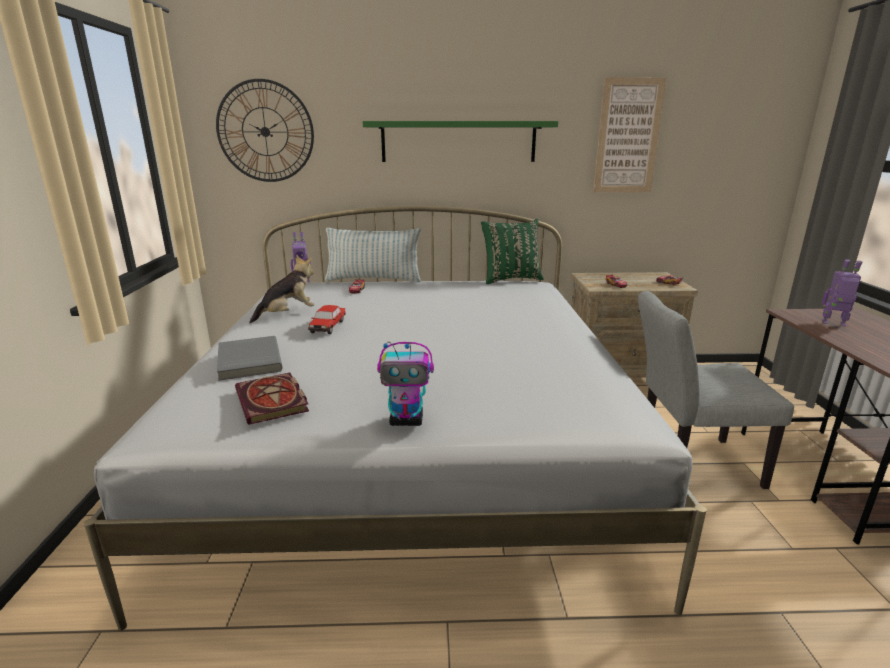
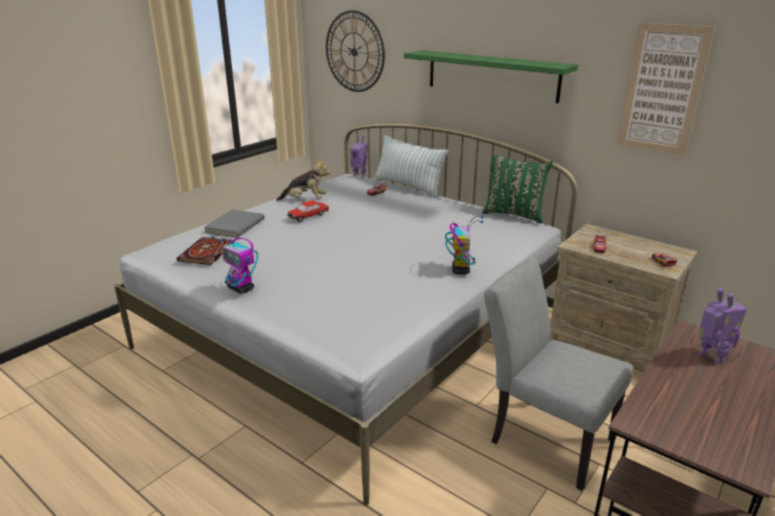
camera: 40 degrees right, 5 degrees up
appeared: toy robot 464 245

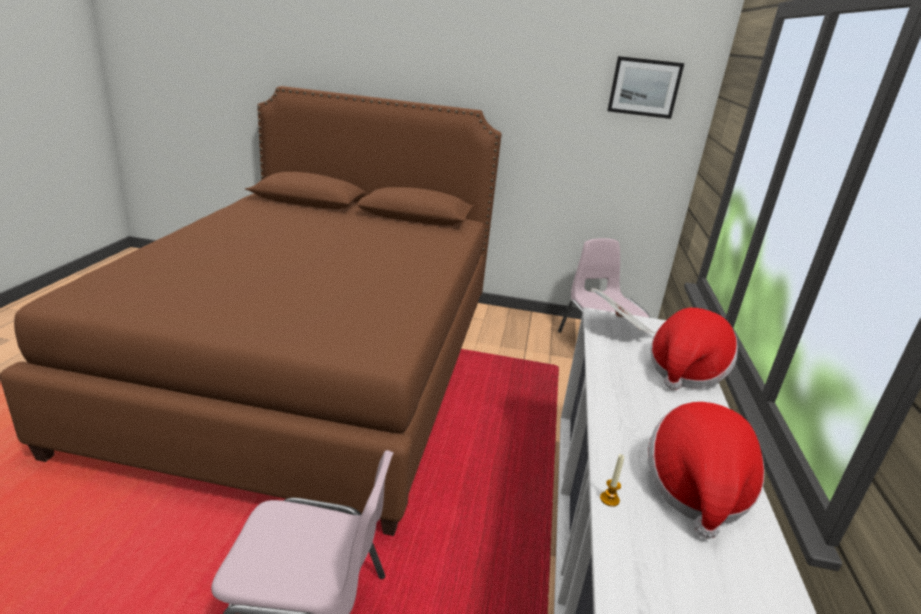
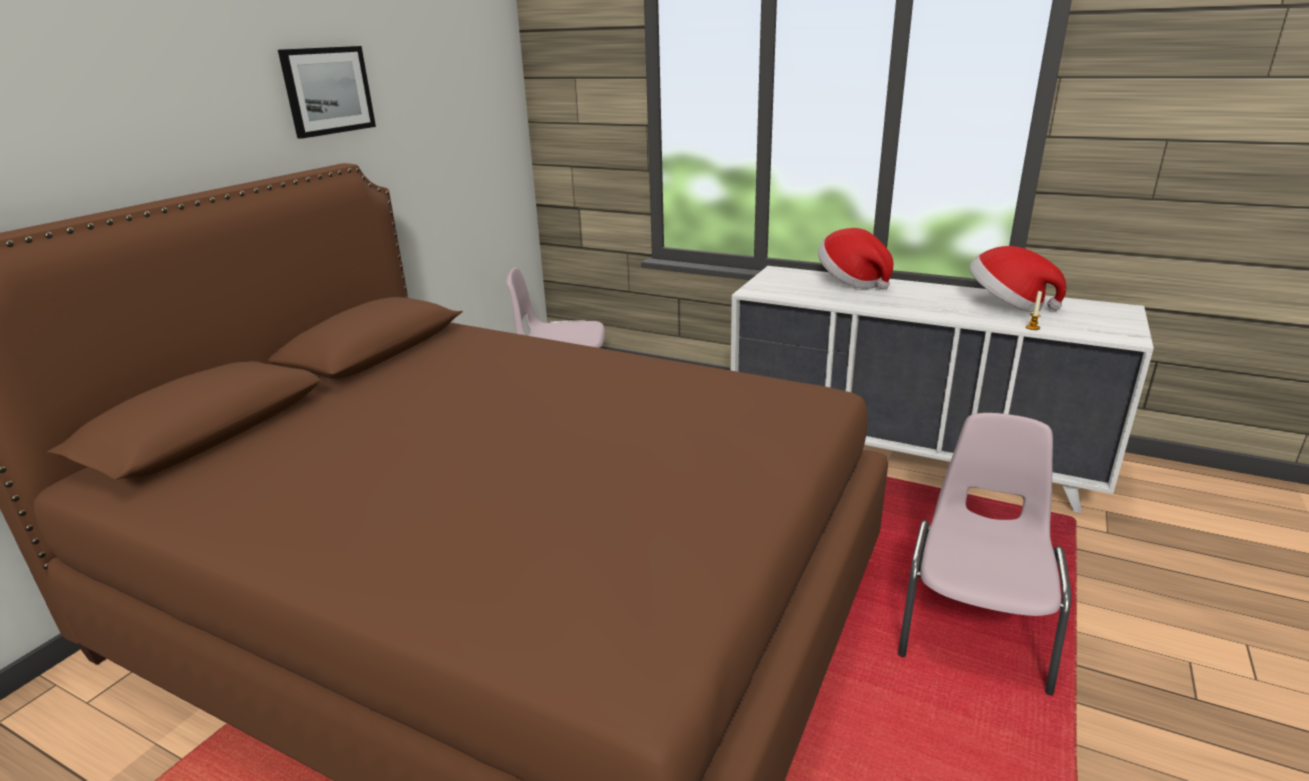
camera: 70 degrees left, 0 degrees up
missing: newspaper 623 311
relocated: picture 645 87 to 327 92

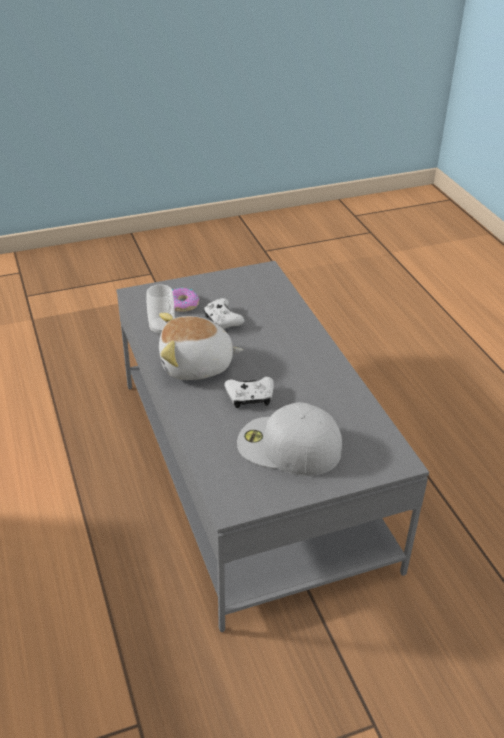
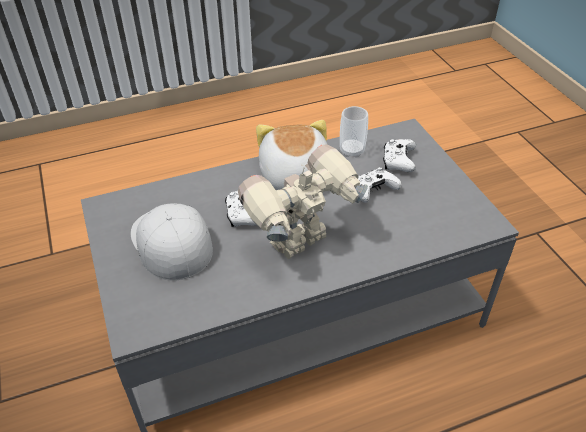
camera: 90 degrees right, 5 degrees up
appeared: toy robot 303 201
exchanged: donut 185 300 to game controller/white 399 155
spun: cap/white 289 439 = 172 242 45 degrees counterclockwise

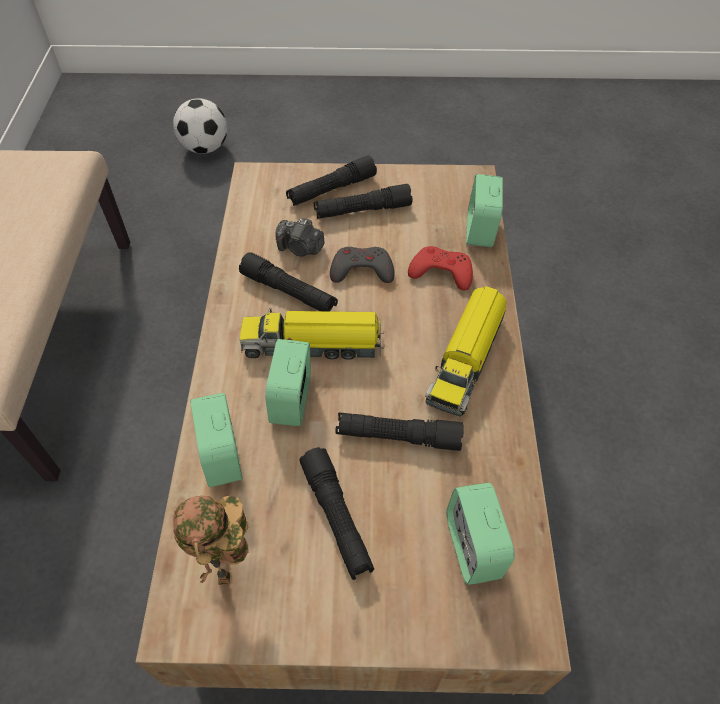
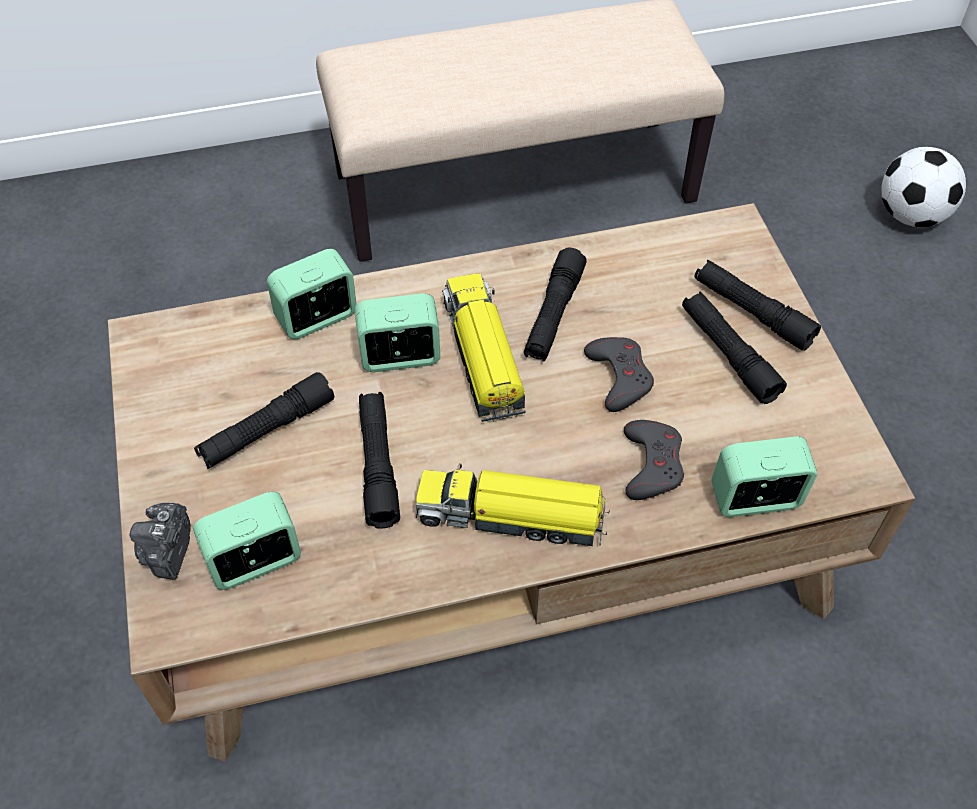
camera: 75 degrees right, 0 degrees up
missing: toy robot 211 540
relocated: photo camera 299 237 to 160 541
colour: game controller/red 440 268 to game controller/grey 654 460

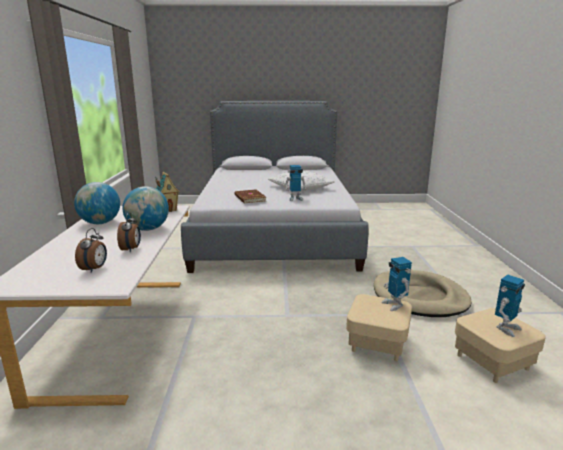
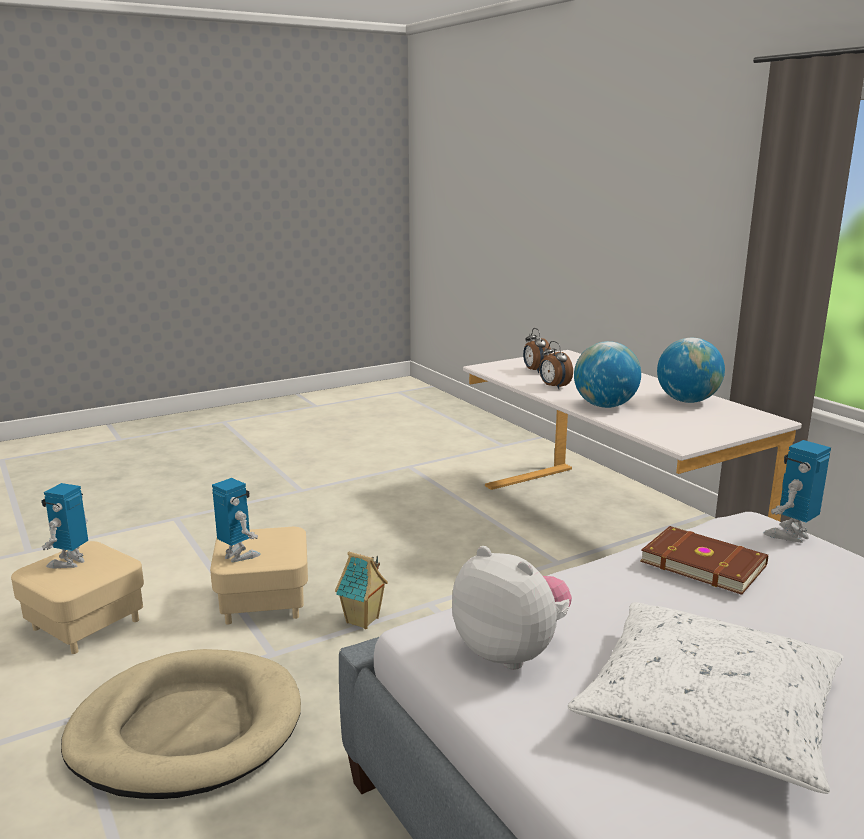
camera: 150 degrees right, 0 degrees up
appeared: plush toy 512 608
relocated: toy house 168 192 to 361 590; toy robot 295 183 to 797 491

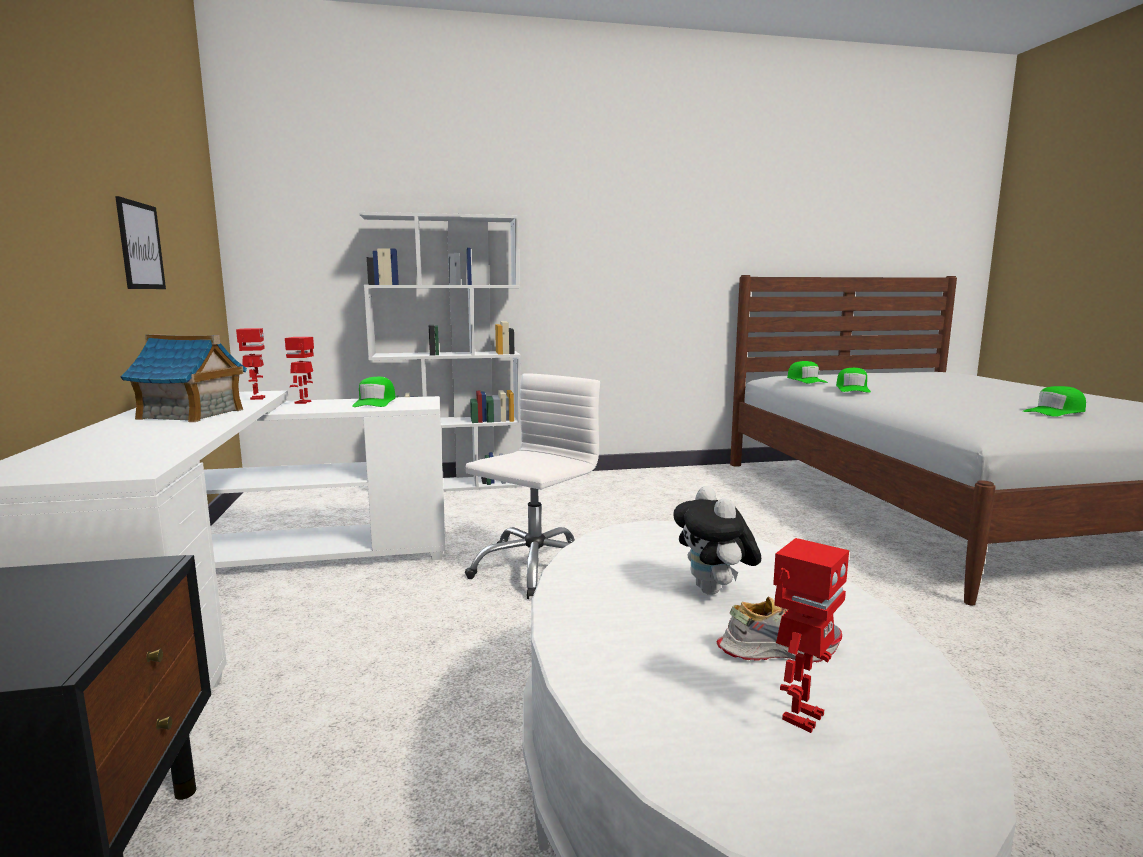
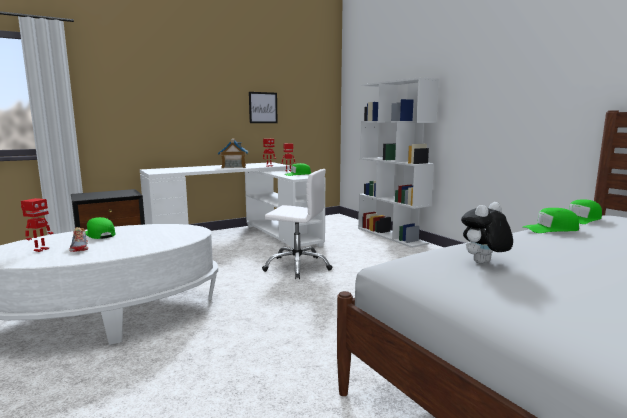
camera: 70 degrees right, 0 degrees up
relocated: plush toy 717 540 to 487 232; cap/green 1054 401 to 100 228
spun: toy robot 811 635 = 37 225 90 degrees counterclockwise

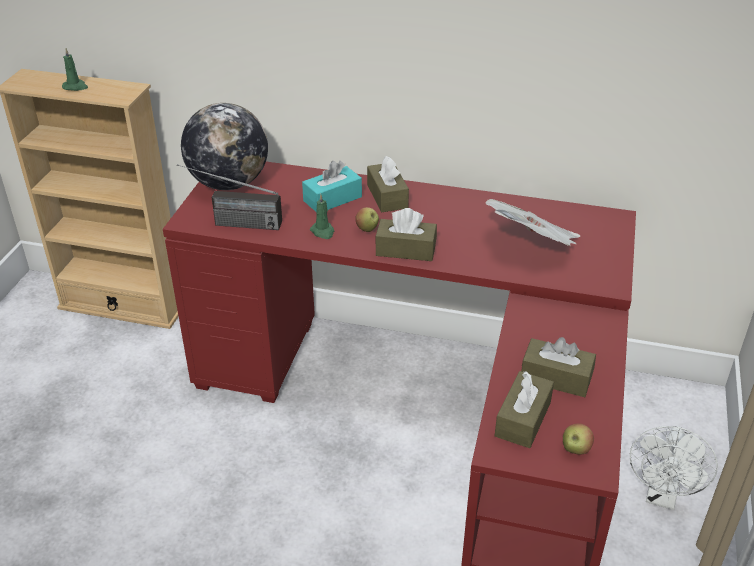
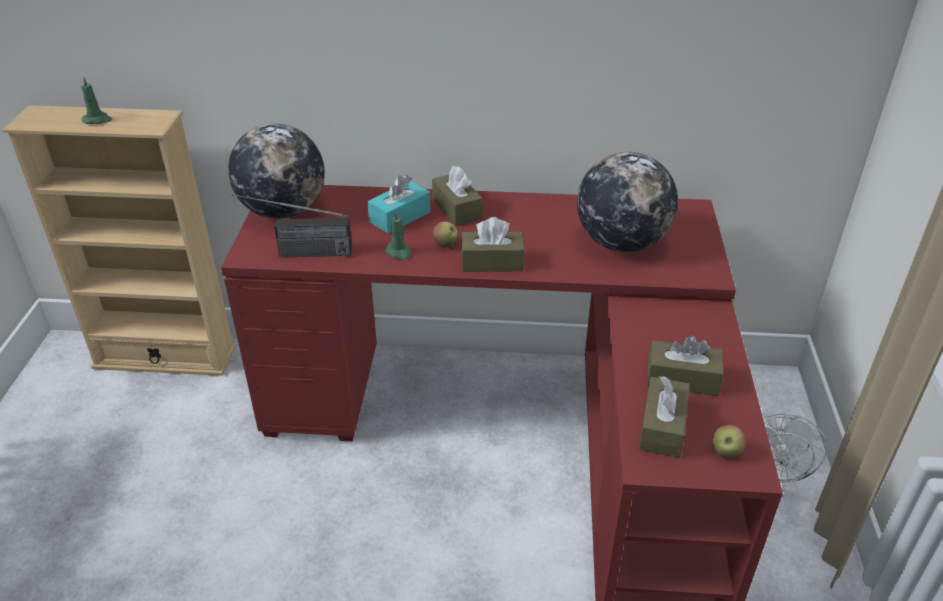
camera: 10 degrees left, 0 degrees up
exchanged: newspaper 532 222 to globe 627 202

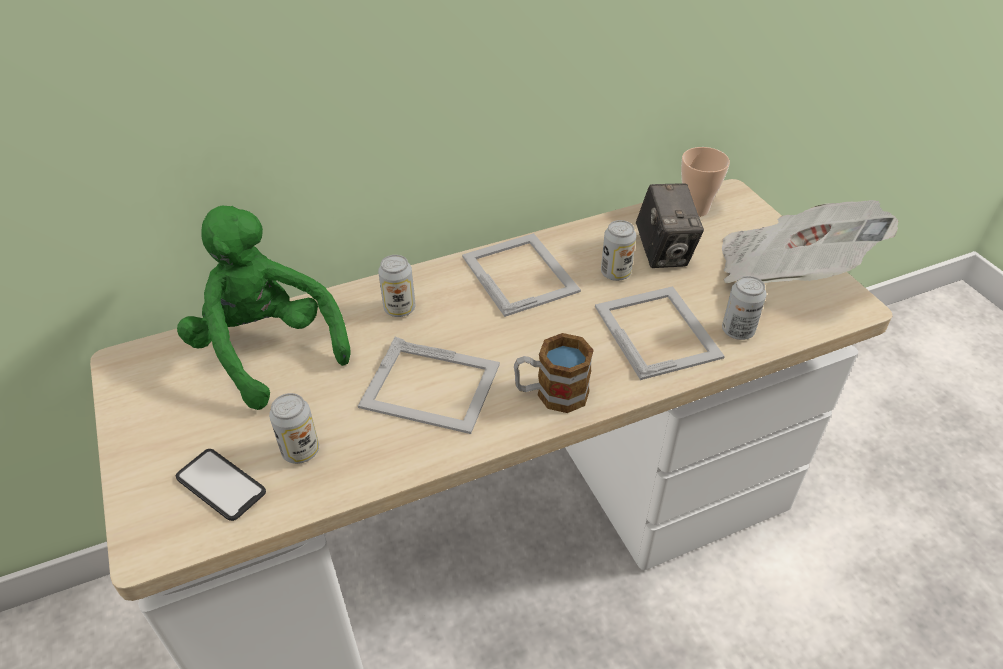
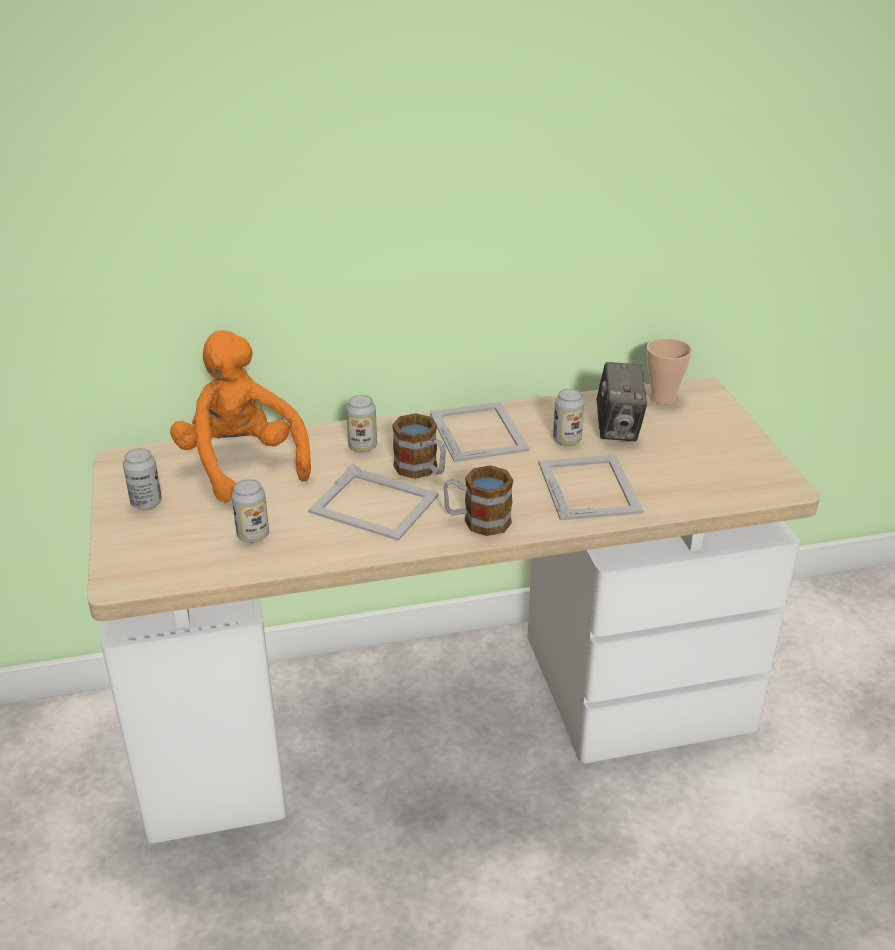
camera: 10 degrees right, 10 degrees down
missing: phone 221 485; newspaper 810 241
appeared: mug 419 446
relocated: can 744 308 to 142 479
colour: plush toy/green 264 307 to plush toy/orange 240 416

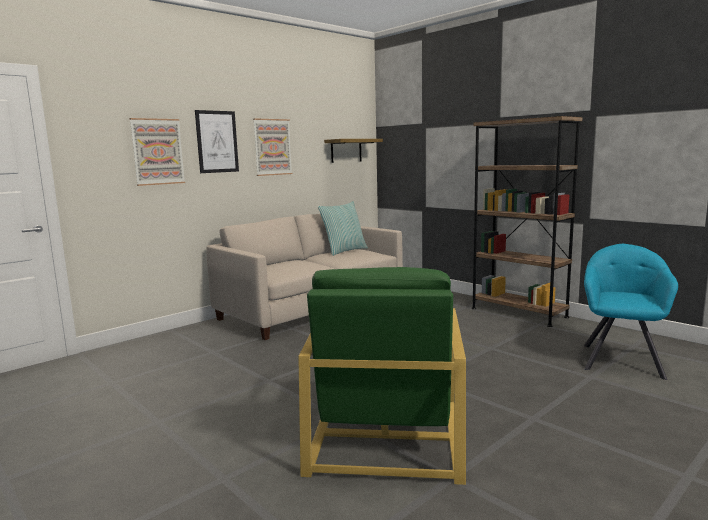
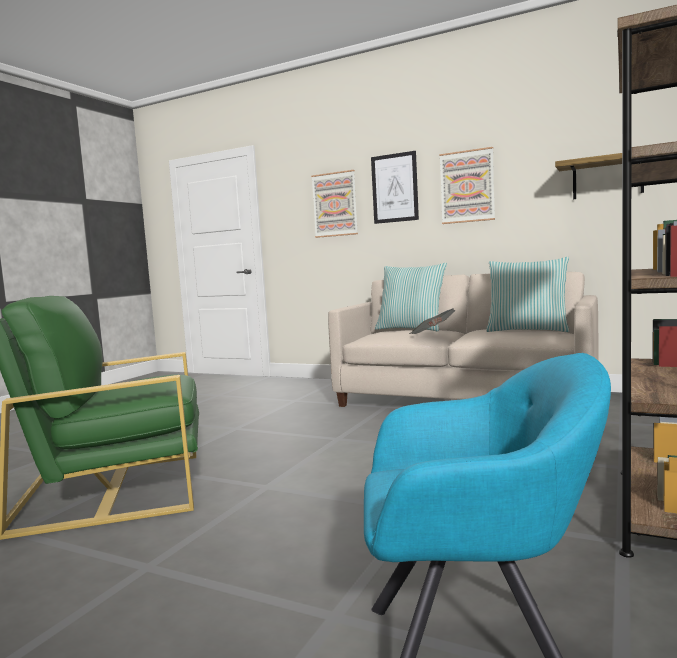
camera: 70 degrees right, 5 degrees down
appeared: pillow 411 297; newspaper 432 321

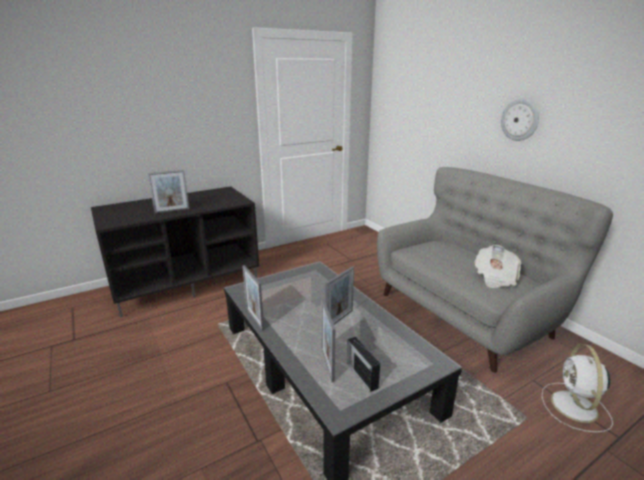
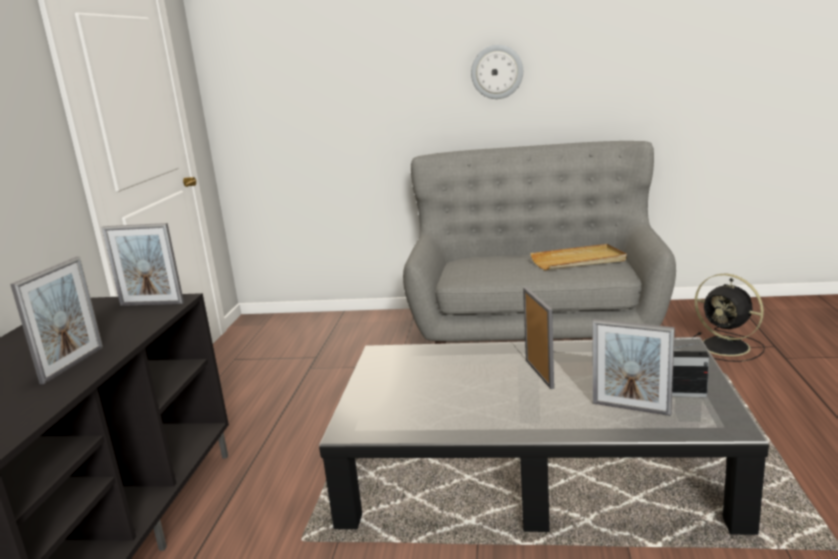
camera: 50 degrees left, 5 degrees down
relocated: picture frame 253 298 to 143 264
exchanged: newspaper 498 266 to tray/beige 578 257
colour: fan/white 577 388 to fan/black 729 318

